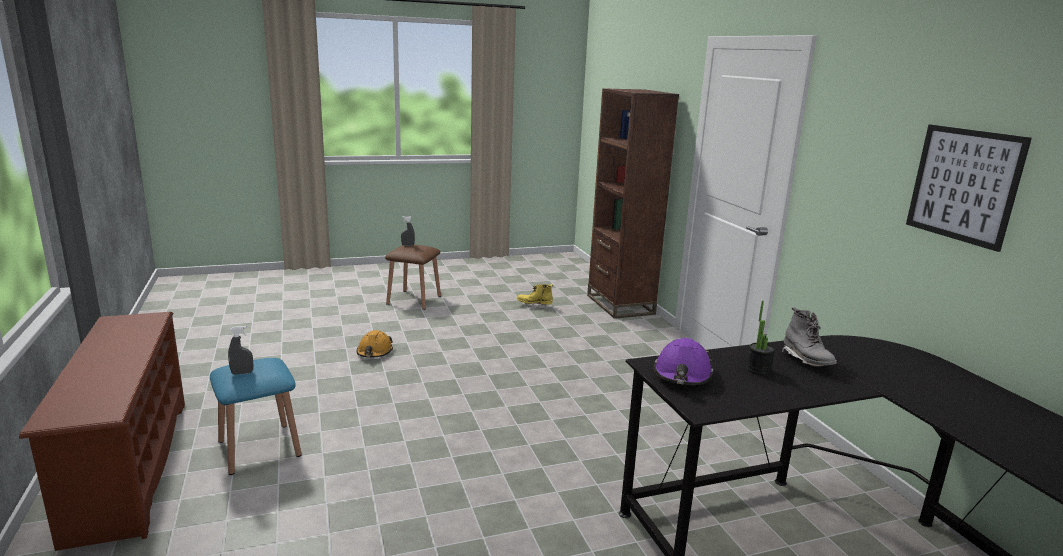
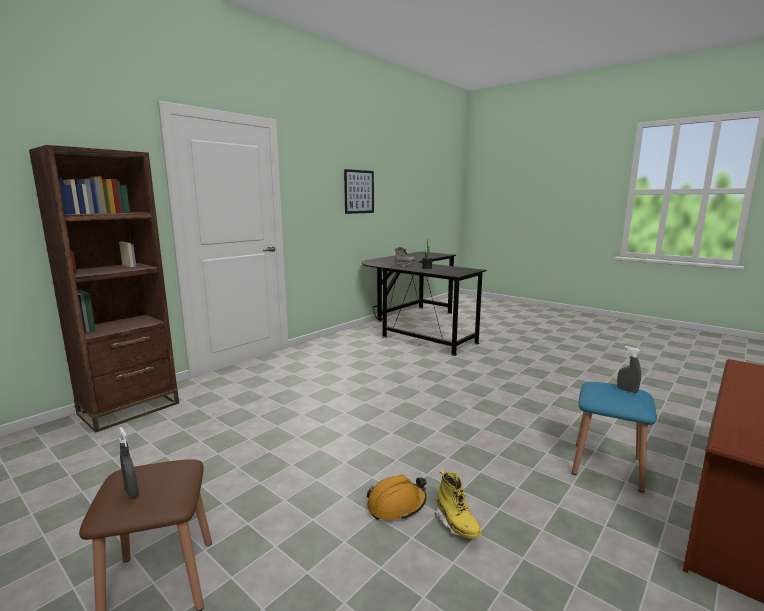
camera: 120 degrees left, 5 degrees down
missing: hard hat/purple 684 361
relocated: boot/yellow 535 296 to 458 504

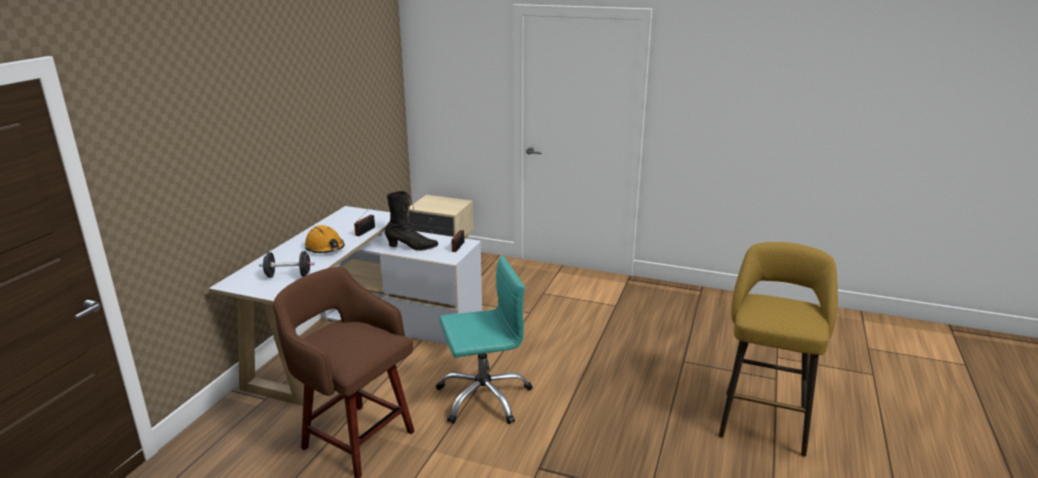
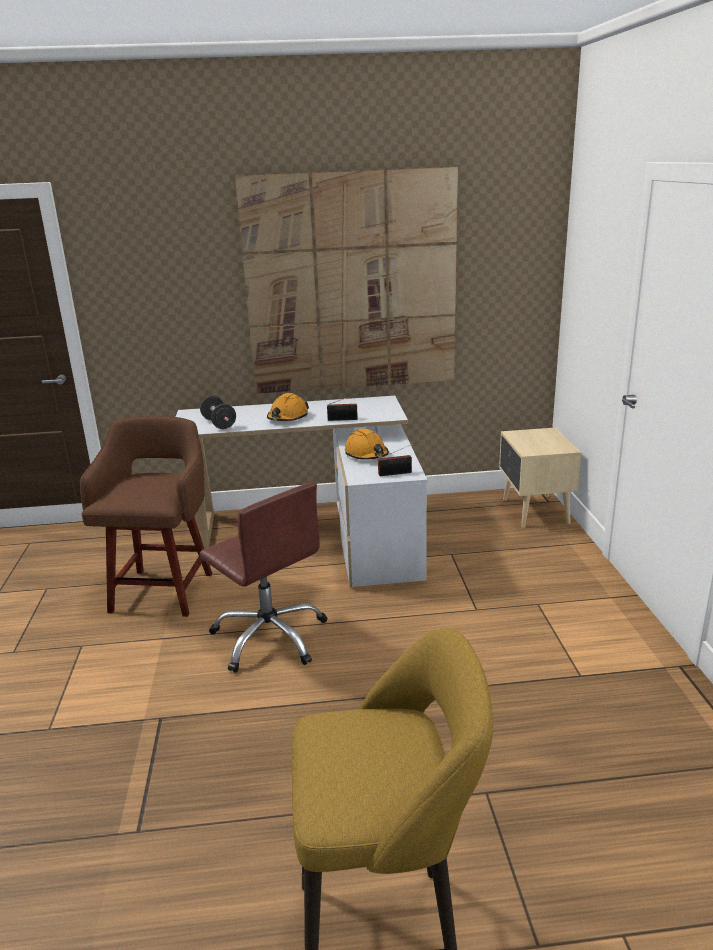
camera: 65 degrees right, 0 degrees up
appeared: picture 346 280
exchanged: boot/black 411 221 to hard hat/orange 367 444
colour: office chair/turquoise 484 340 to office chair/brown 263 577

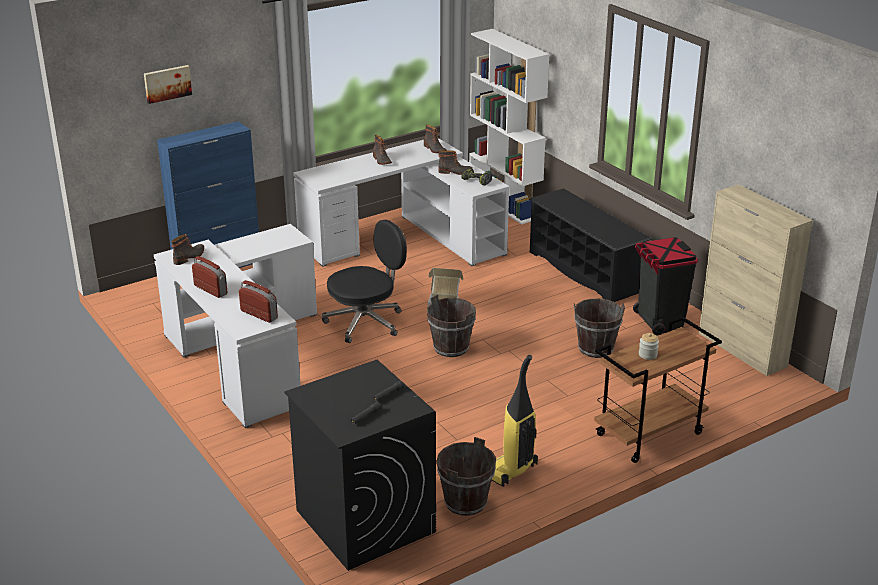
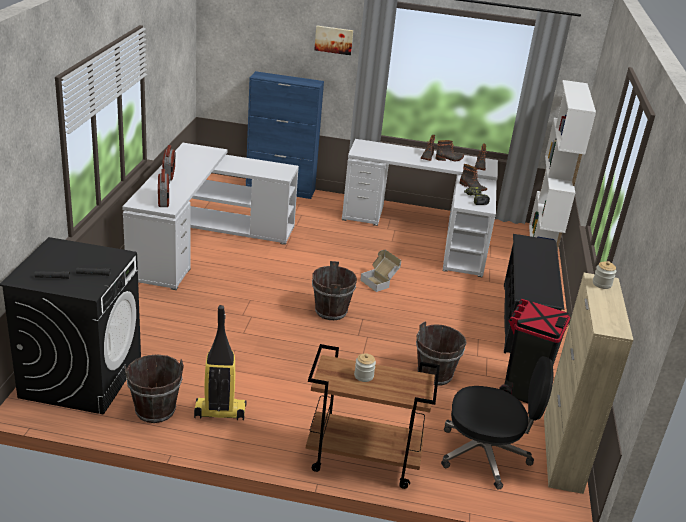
camera: 40 degrees right, 0 degrees up
appeared: jar 604 275
relocated: picture 168 84 to 333 40; boot 187 249 to 449 150; office chair/black 364 281 to 497 423

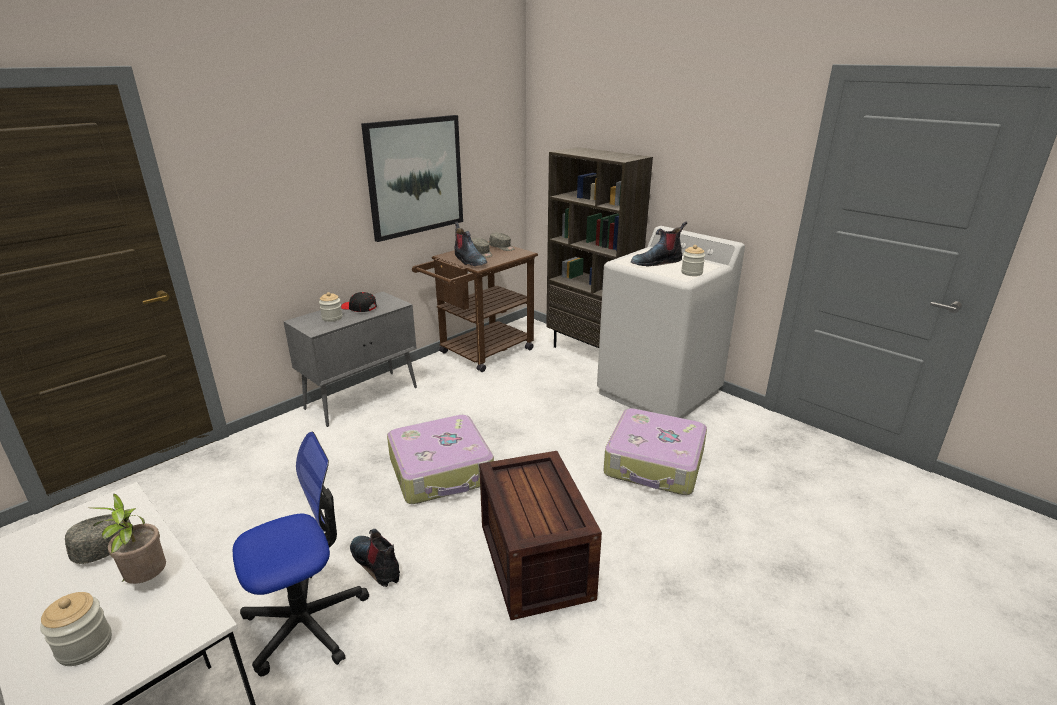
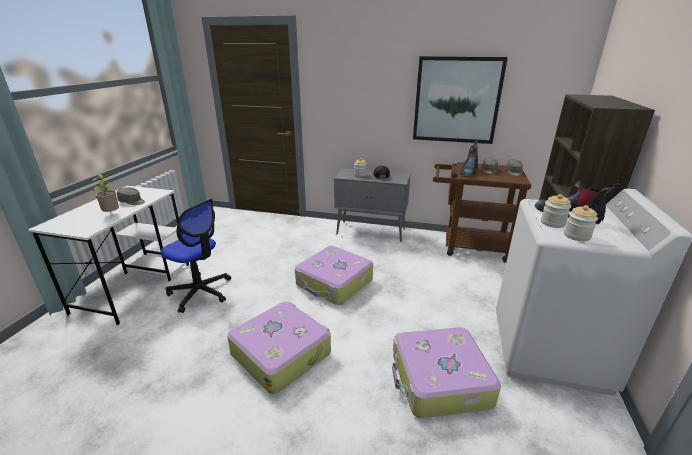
camera: 60 degrees right, 0 degrees up
missing: boot 375 558
relocated: jar 76 629 to 556 211
exchanged: crate 540 535 to suitcase 279 348

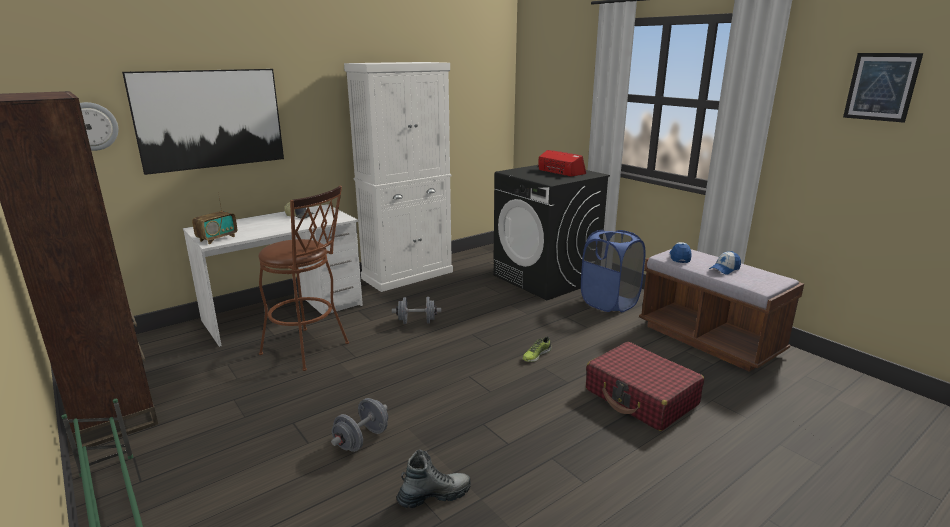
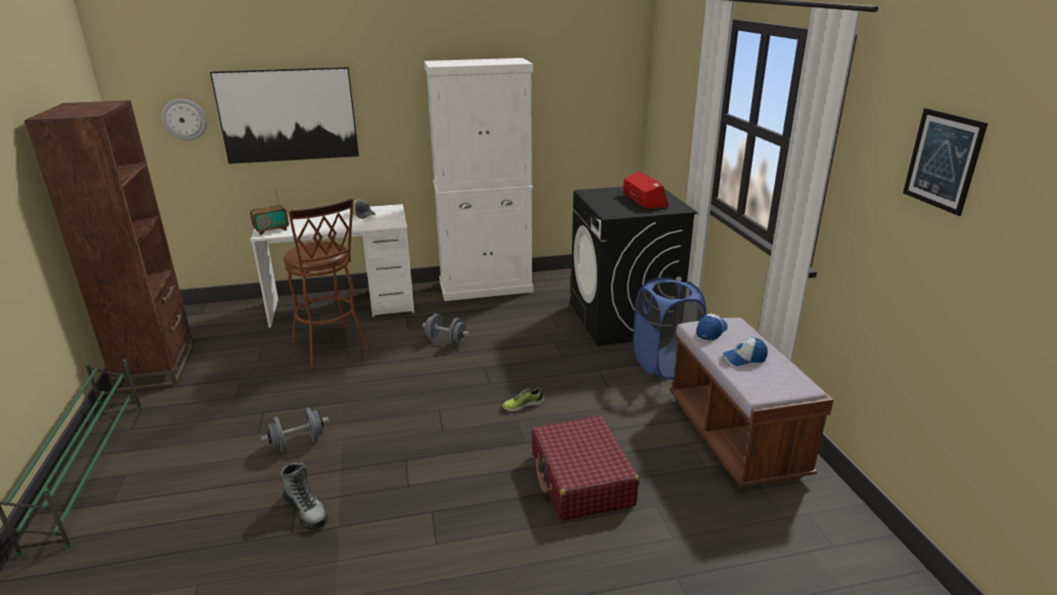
camera: 25 degrees right, 5 degrees up
spun: boot 433 479 = 304 496 45 degrees clockwise

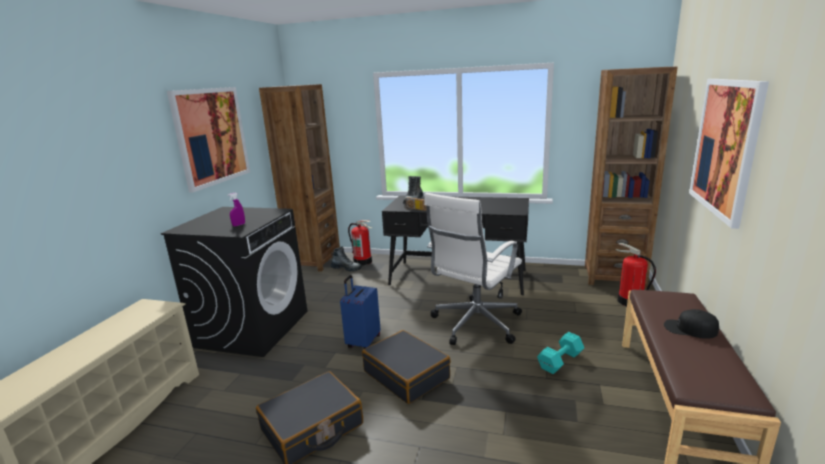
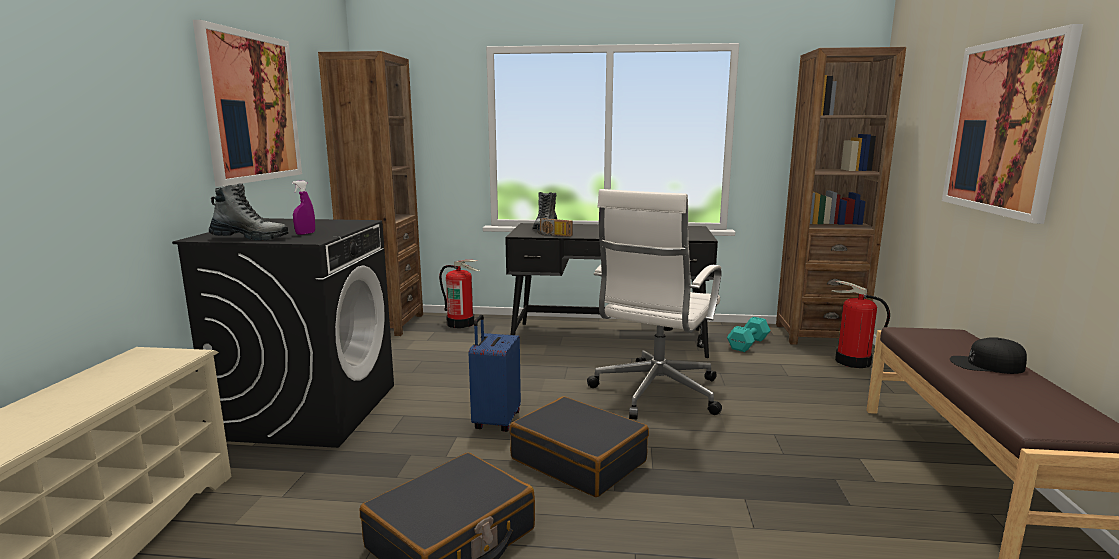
camera: 10 degrees left, 5 degrees down
relocated: boot 346 258 to 249 212; dumbbell/turquoise 560 353 to 749 334

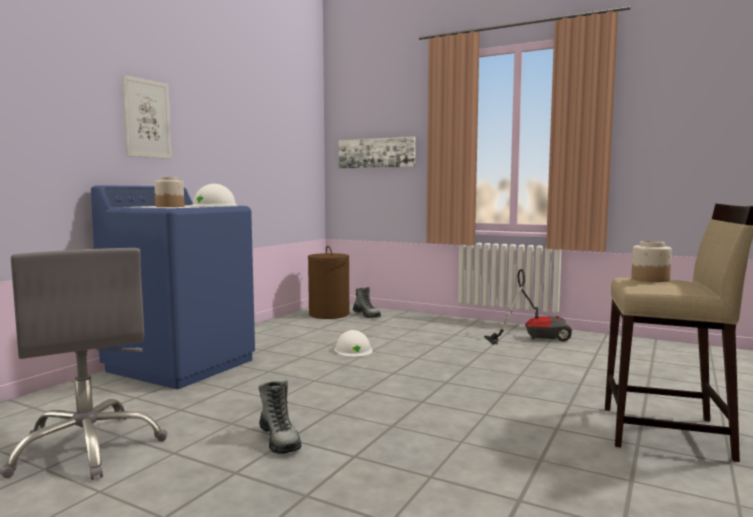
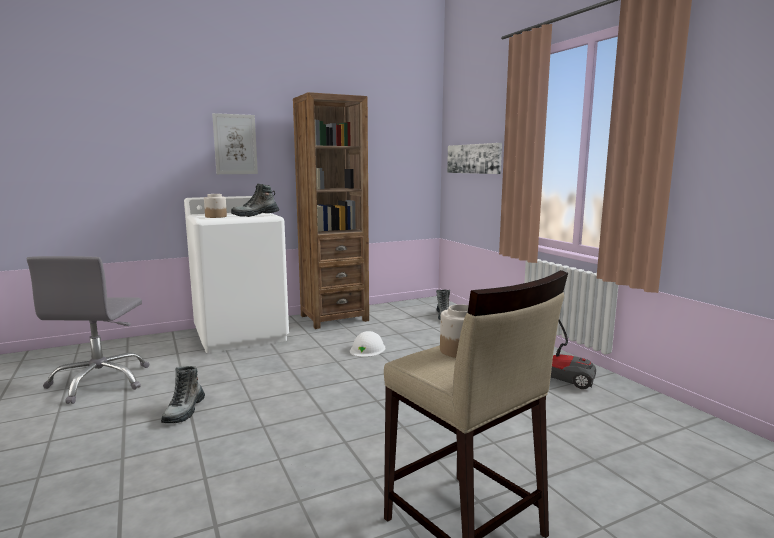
camera: 35 degrees right, 5 degrees up
missing: laundry basket/brown 328 282
appeared: bookcase/brown 331 210
exchanged: hard hat/white 212 195 to boot 255 200
colour: washing machine/blue 173 287 to washing machine/white 236 274

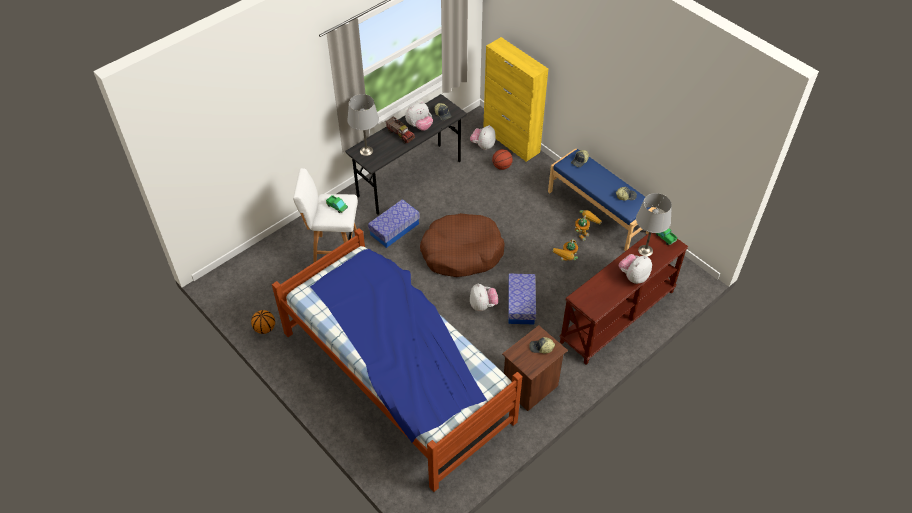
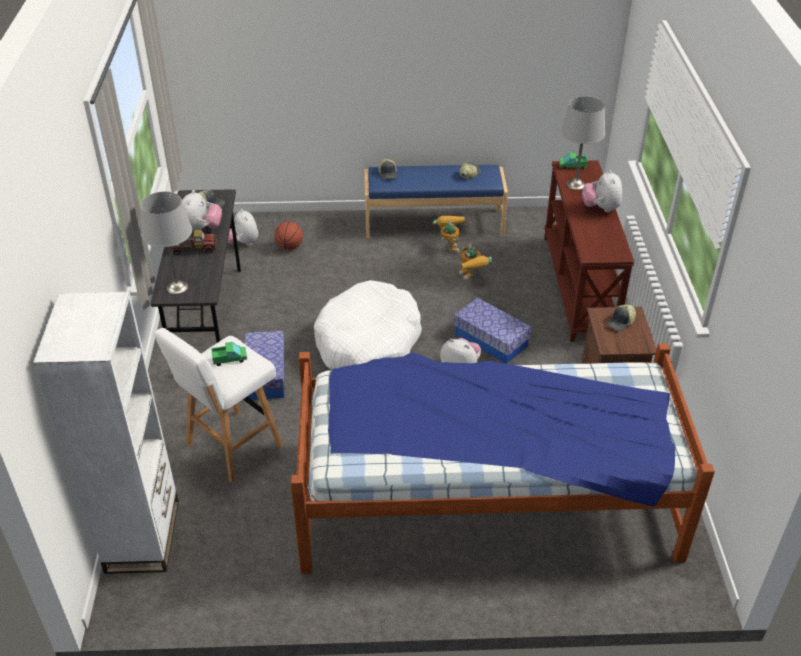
camera: 50 degrees left, 10 degrees down
missing: basketball 263 322; cabinet/yellow 515 99
appeared: bookcase/white 106 433
colour: dog bed/brown 462 245 to dog bed/white 368 324

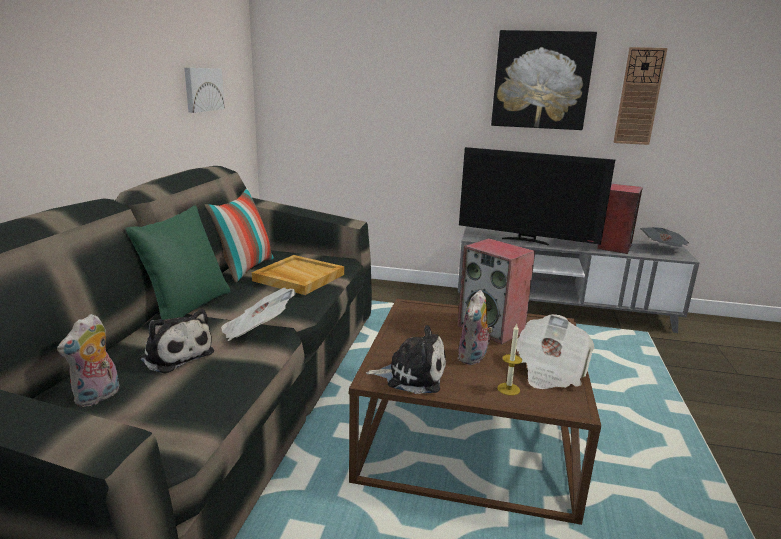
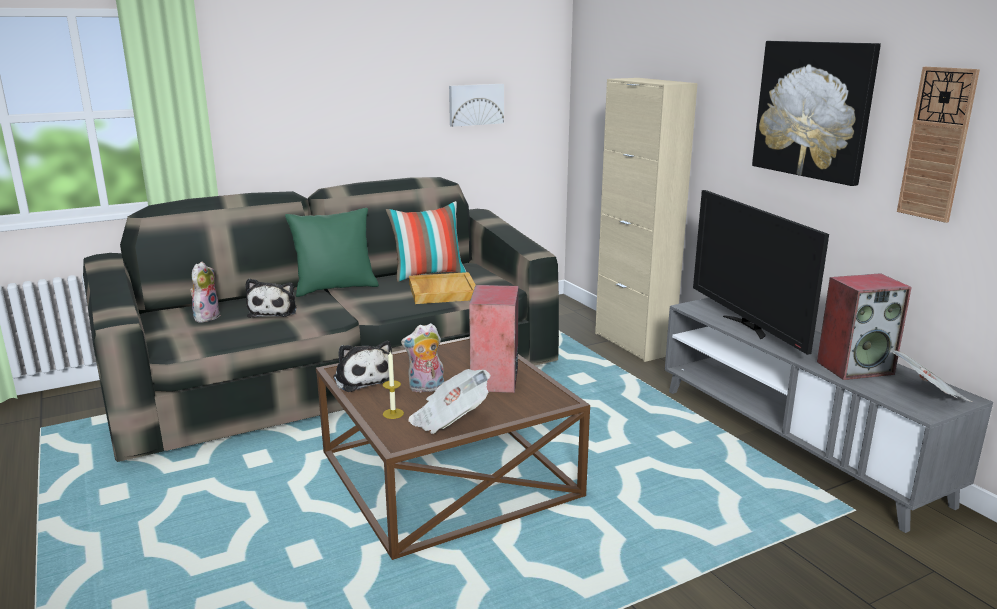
camera: 50 degrees right, 0 degrees up
missing: newspaper 258 314
appeared: cabinet/beige 646 220
spun: plush toy 88 360 = 205 292 120 degrees clockwise

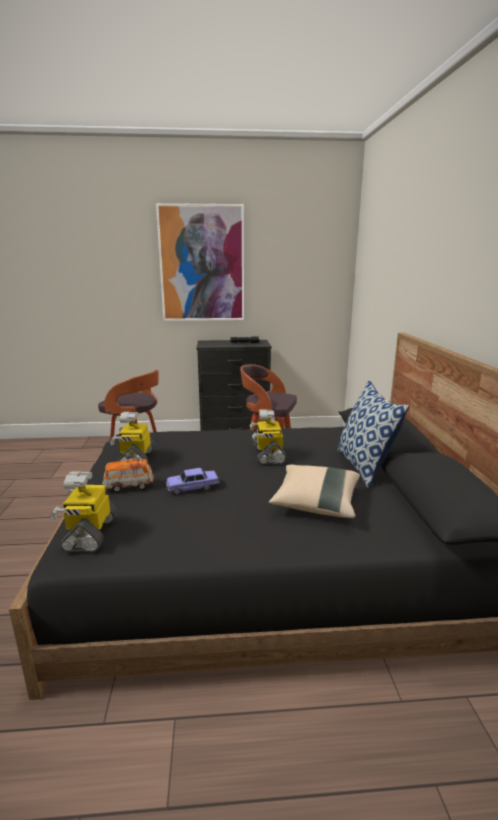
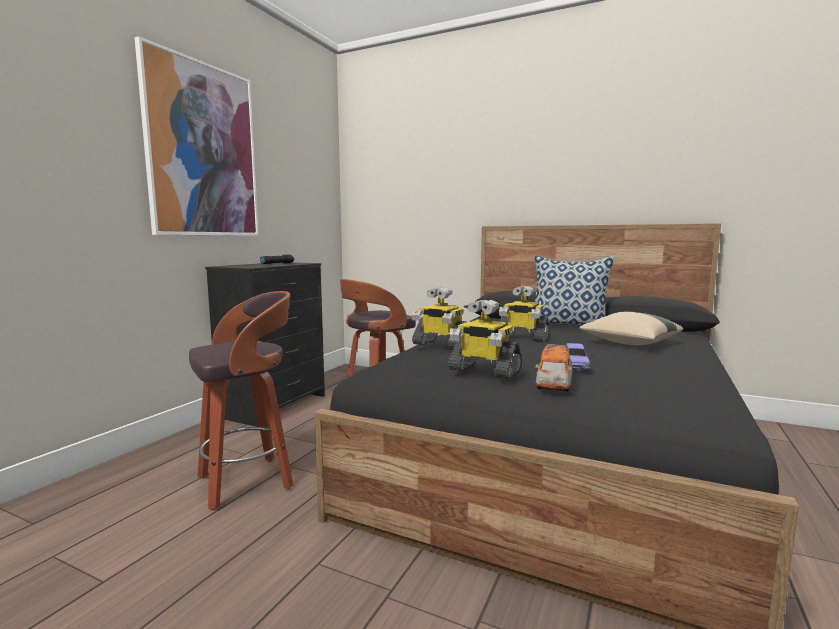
camera: 60 degrees left, 10 degrees down
relocated: toy robot 83 511 to 439 318

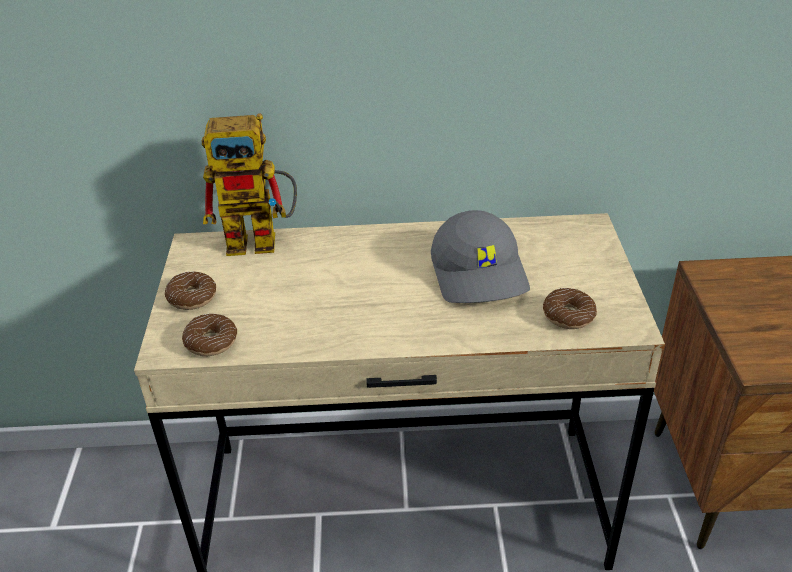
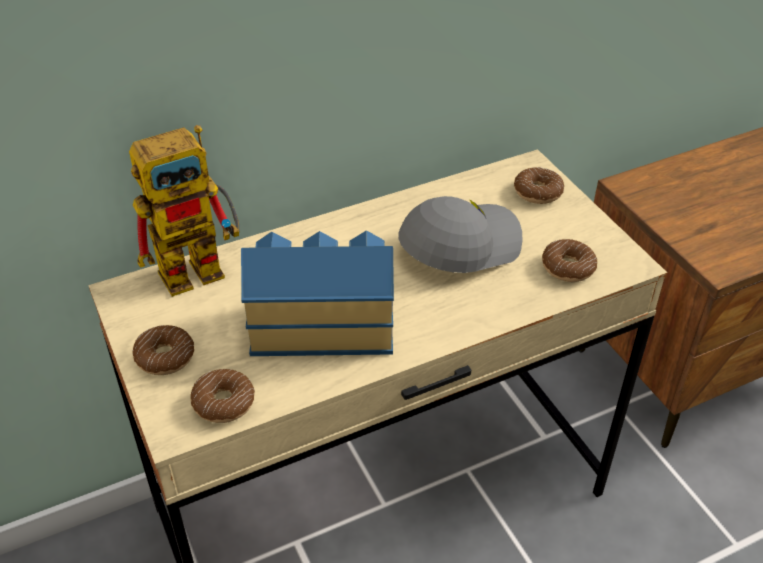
camera: 25 degrees left, 5 degrees up
appeared: toy house 317 293; donut 539 185
spun: cap/grey 480 256 = 460 234 90 degrees counterclockwise

